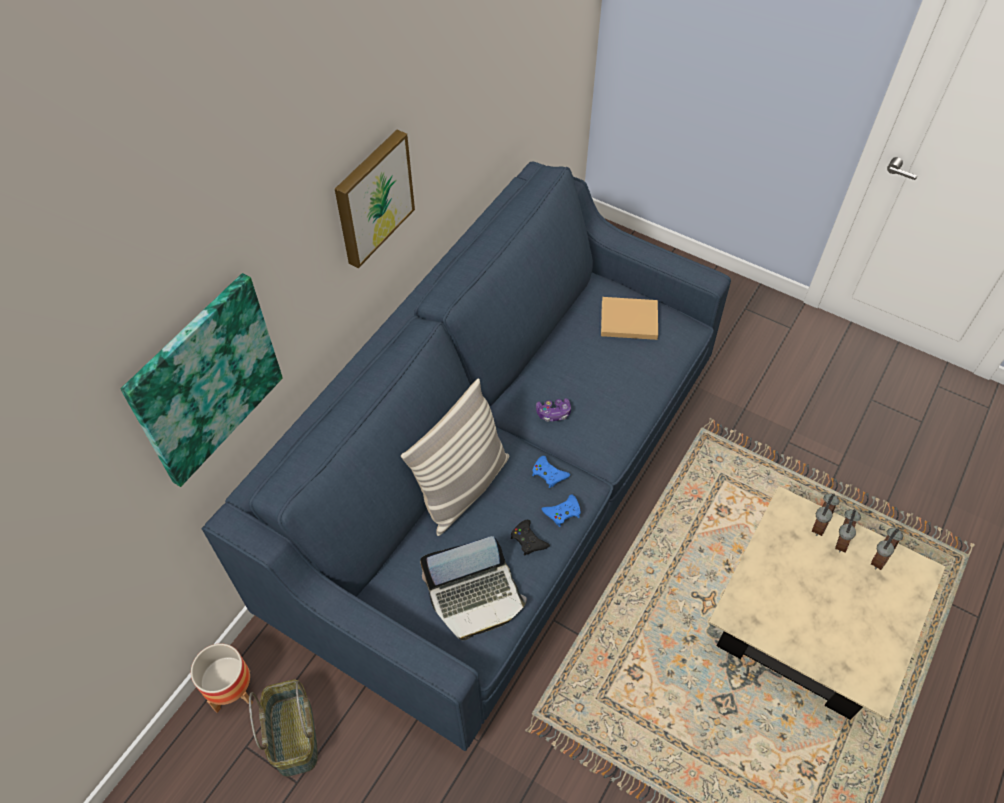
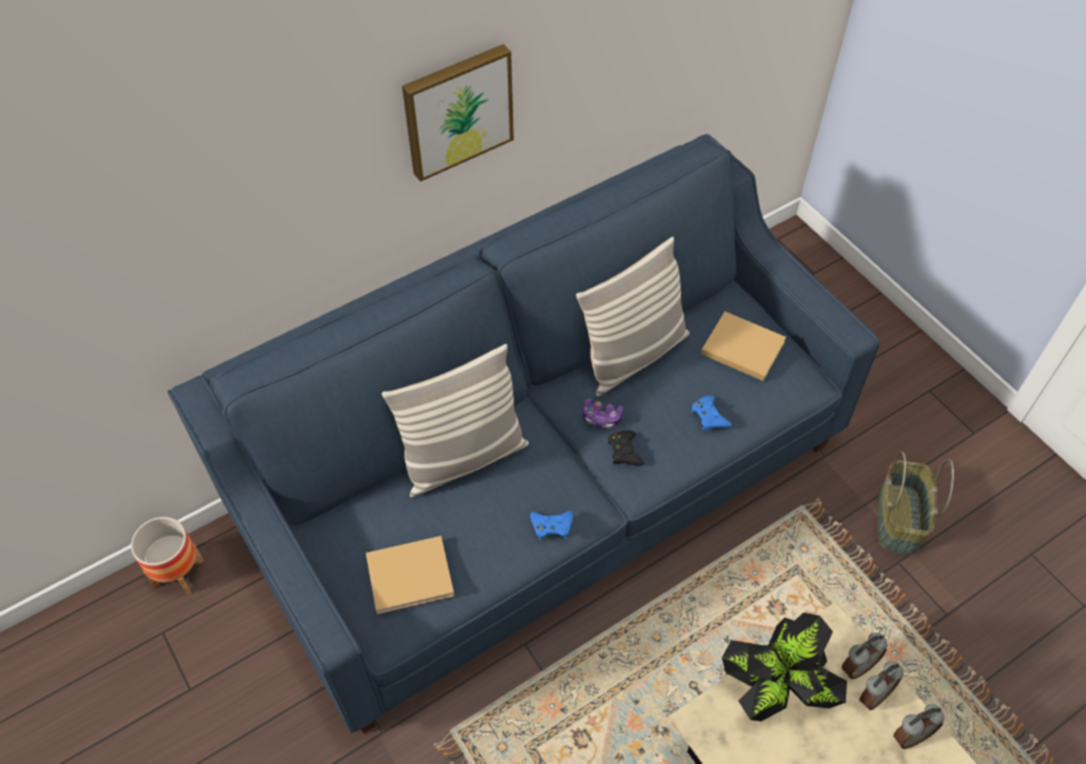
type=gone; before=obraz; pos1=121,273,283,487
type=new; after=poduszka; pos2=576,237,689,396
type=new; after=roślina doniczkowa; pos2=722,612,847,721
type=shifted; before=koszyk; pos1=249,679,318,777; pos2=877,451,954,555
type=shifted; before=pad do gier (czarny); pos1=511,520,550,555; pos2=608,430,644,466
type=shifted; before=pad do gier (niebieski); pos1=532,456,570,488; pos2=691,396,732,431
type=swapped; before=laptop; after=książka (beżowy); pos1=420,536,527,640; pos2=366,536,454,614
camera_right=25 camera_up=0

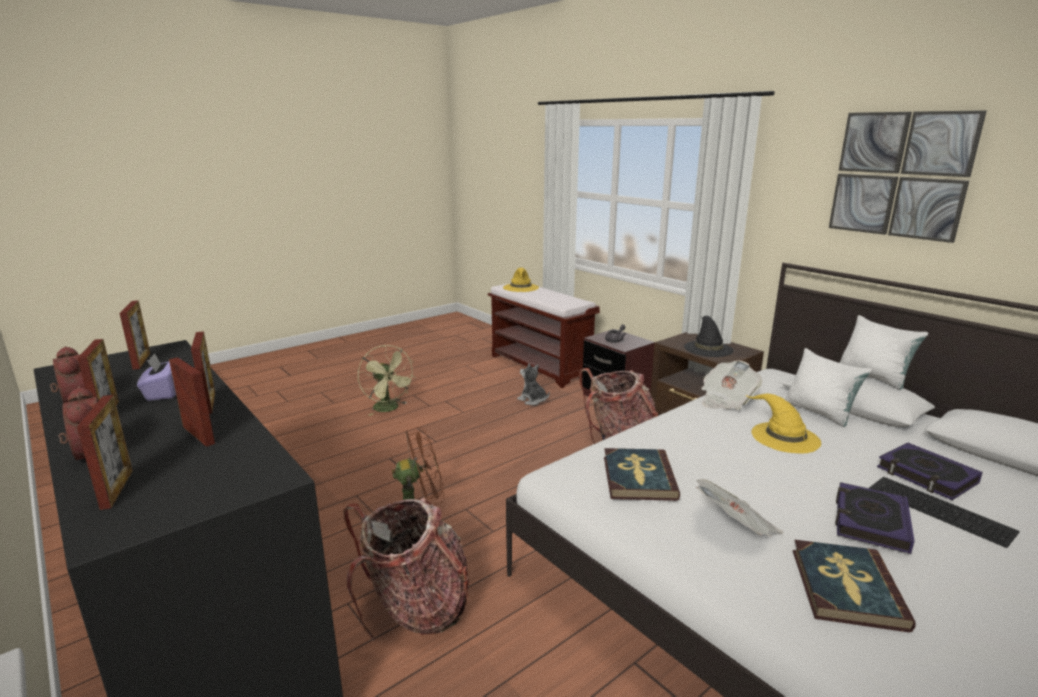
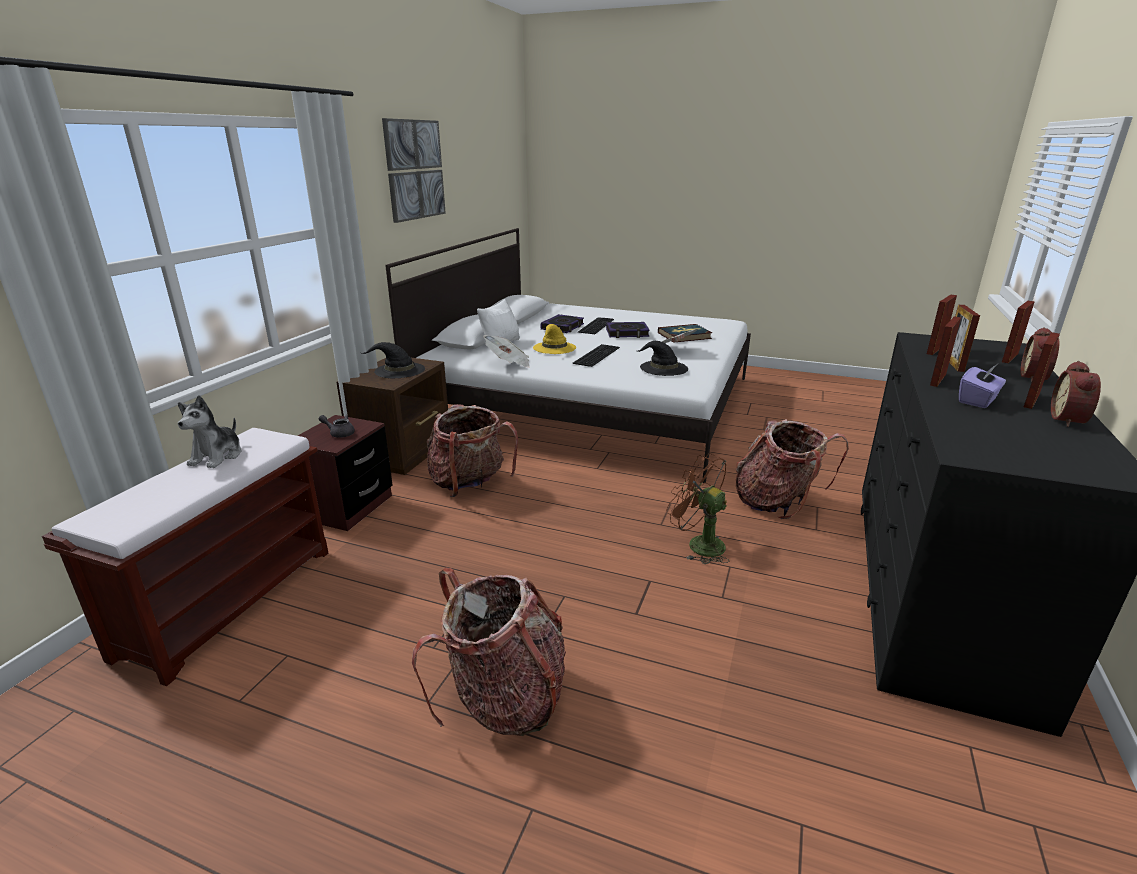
type=gone; before=kapelusz (żółty); pos1=503,267,539,292
type=gone; before=poduszka (biały); pos1=840,315,928,390
type=new; after=klawiatura; pos2=573,344,620,367
type=shifted; before=ramka na zdjęcie; pos1=119,300,151,370; pos2=927,295,957,355
type=shifted; before=pluszak; pos1=517,363,550,405; pos2=178,395,241,468
type=swapped; before=wentylator (zielony); after=plecak; pos1=358,345,416,416; pos2=412,568,566,736
type=swapped; before=książka; after=kapelusz (czarny); pos1=604,448,680,501; pos2=638,341,688,376
camera_right=-120 camera_up=5

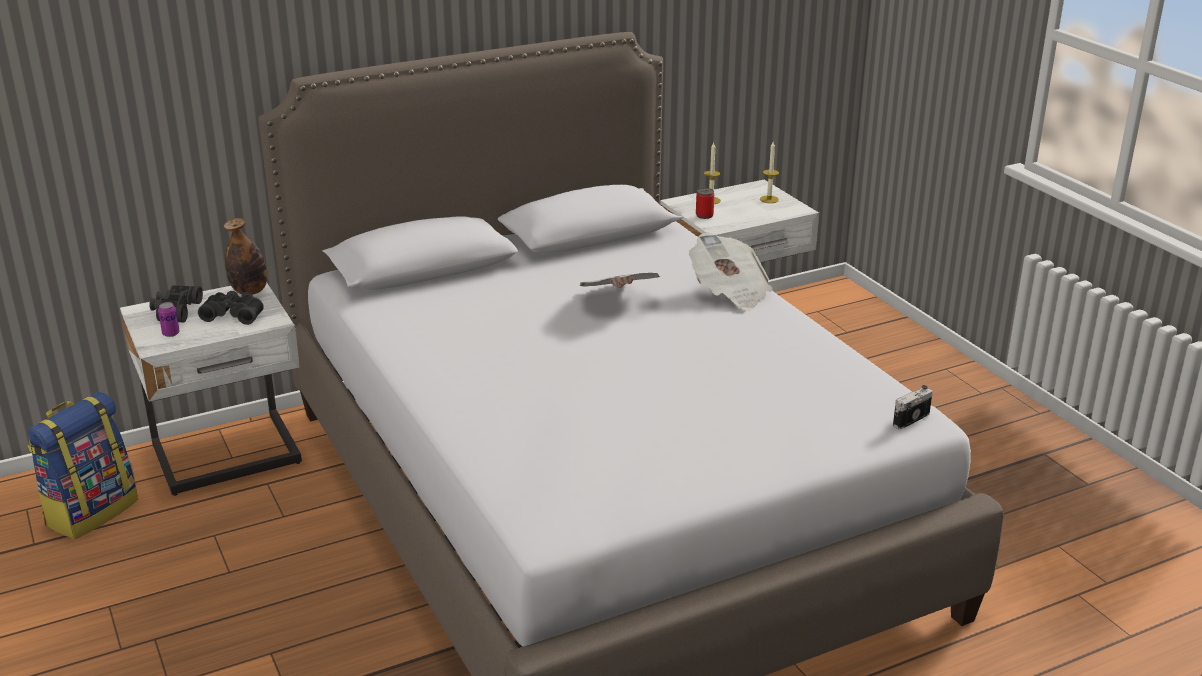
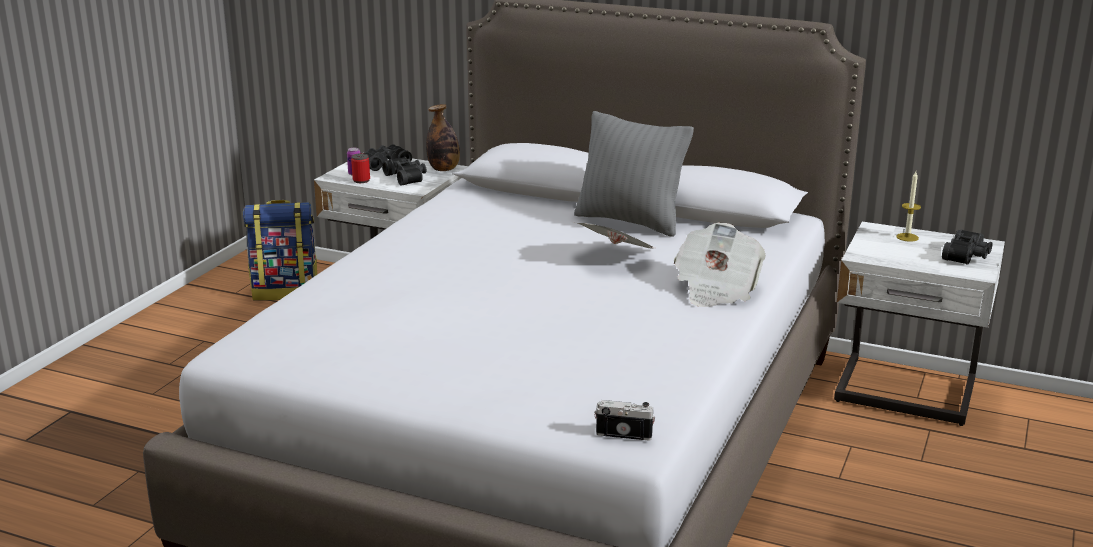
type=new; after=poduszka (szary); pos2=574,111,694,237
type=shifted; before=puszka; pos1=696,188,714,219; pos2=351,153,370,183
type=swapped; before=świeca; after=lornetka (czarny); pos1=760,142,779,203; pos2=942,229,993,265
camera_right=50 camera_up=-5

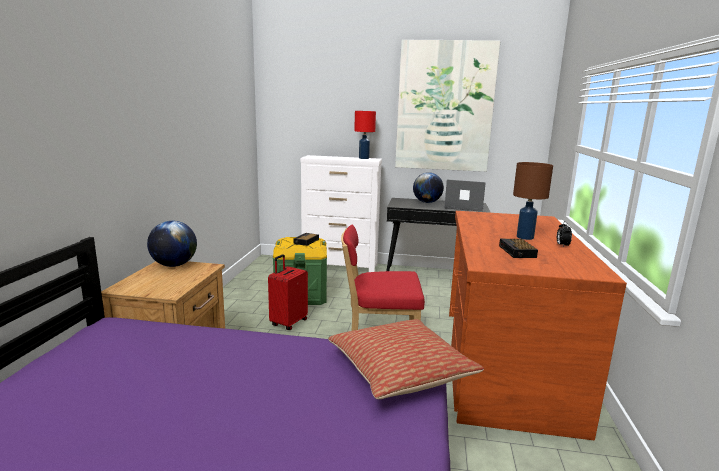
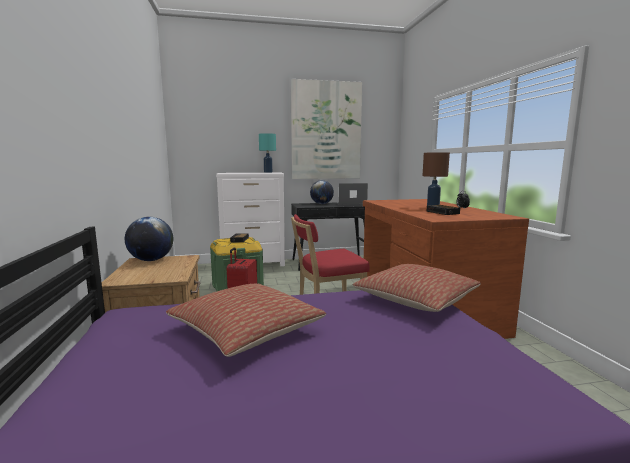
type=new; after=poduszka; pos2=166,284,326,357
type=repainted; before=lampa stołowa (czerwony); after=lampa stołowa (turkusowy); pos1=354,111,376,159; pos2=259,133,276,173
camera_right=-20 camera_up=-5

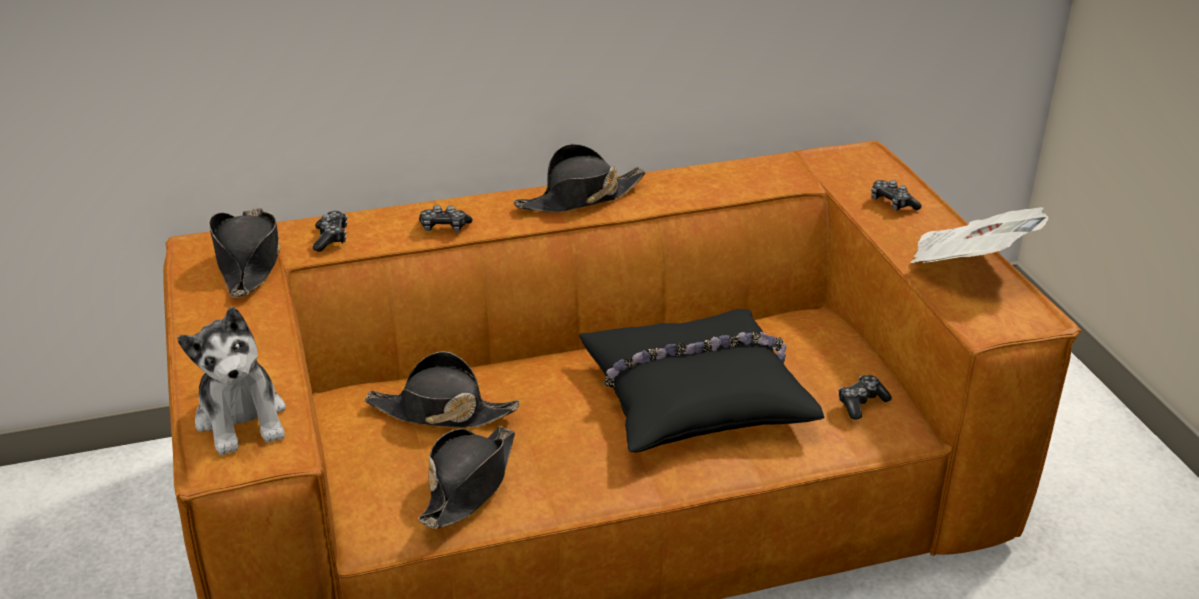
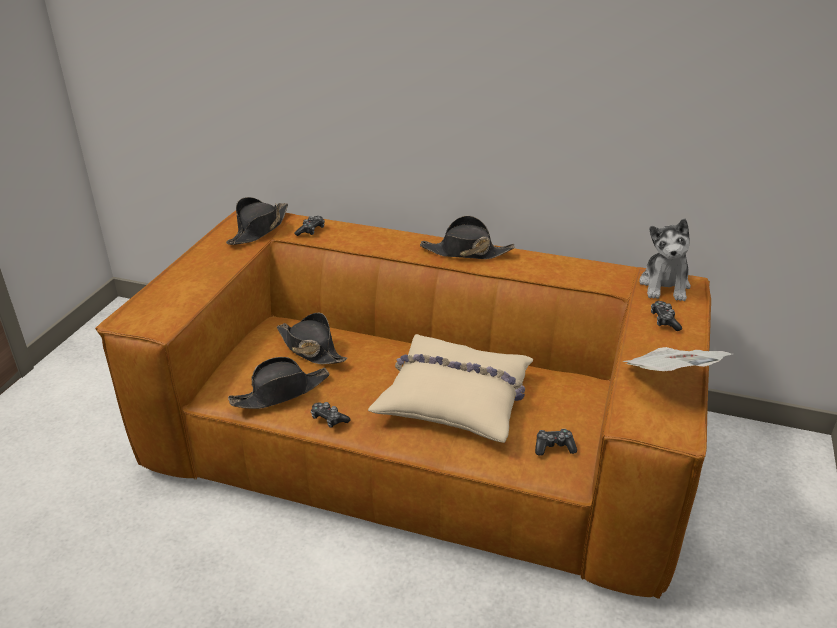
type=shifted; before=pluszak; pos1=177,306,286,455; pos2=639,218,691,301
type=shifted; before=pad do gier; pos1=419,205,472,232; pos2=311,402,350,427
type=repainted; before=poduszka (czarny); after=poduszka (beżowy); pos1=579,309,824,452; pos2=368,334,533,443
camera_right=35 camera_up=0

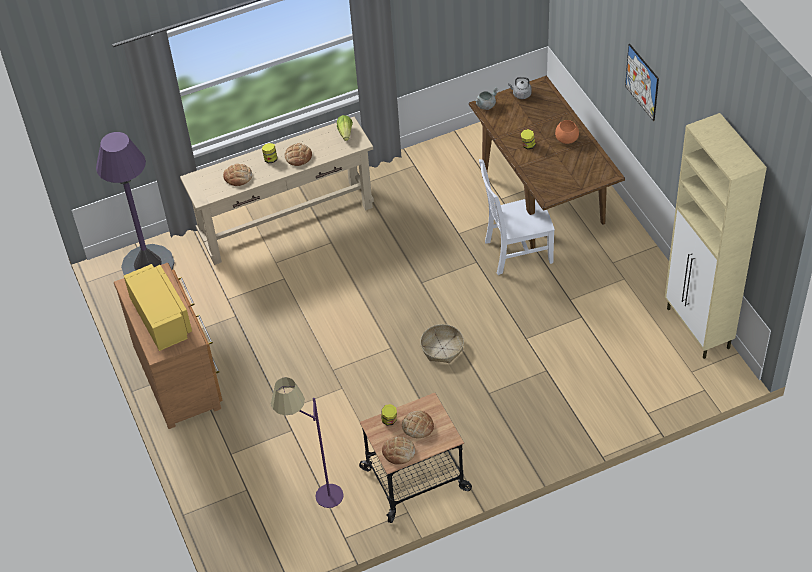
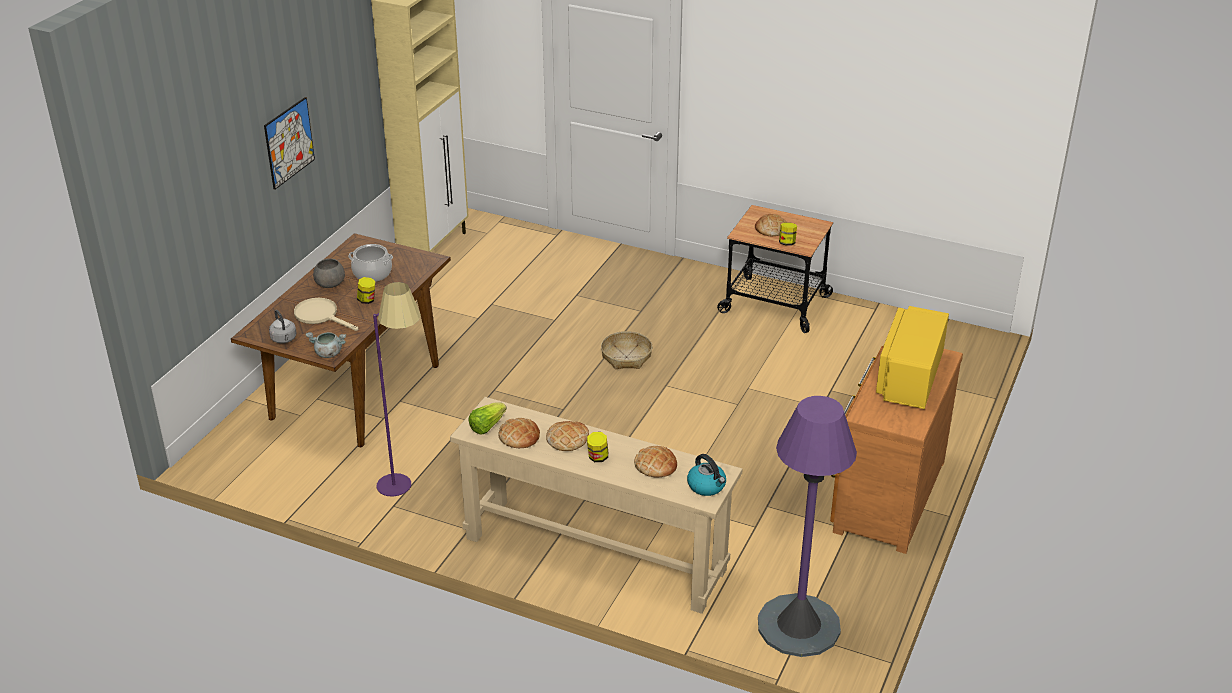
type=gone; before=krzesło (biały); pos1=479,159,555,275
type=new; after=patelnia (beżowy); pos2=294,298,358,331
type=new; after=garnek; pos2=348,244,393,282
type=new; after=czajnik; pos2=687,454,726,496
type=shifted; before=lampa stojąca (fioletowy); pos1=271,377,344,508; pos2=373,282,421,497
type=shifted; before=chleb; pos1=382,436,415,465; pos2=498,418,540,448
type=repainted; before=miska (pomarańczowy); after=miska (szary); pos1=555,120,579,144; pos2=313,258,345,288
camera_right=-135 camera_up=-15

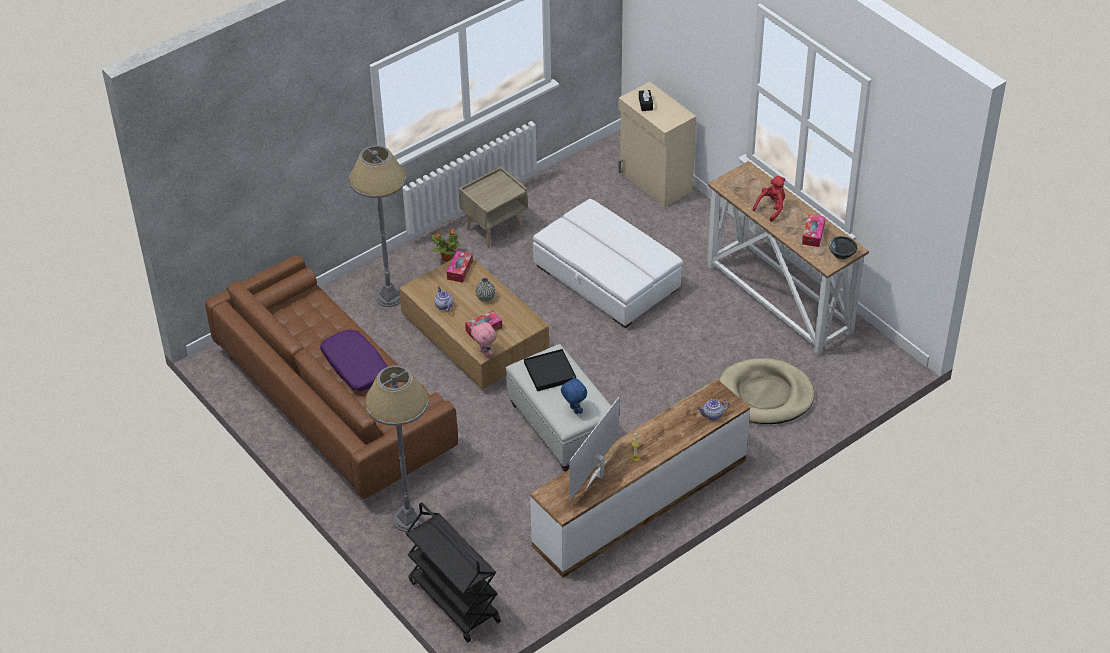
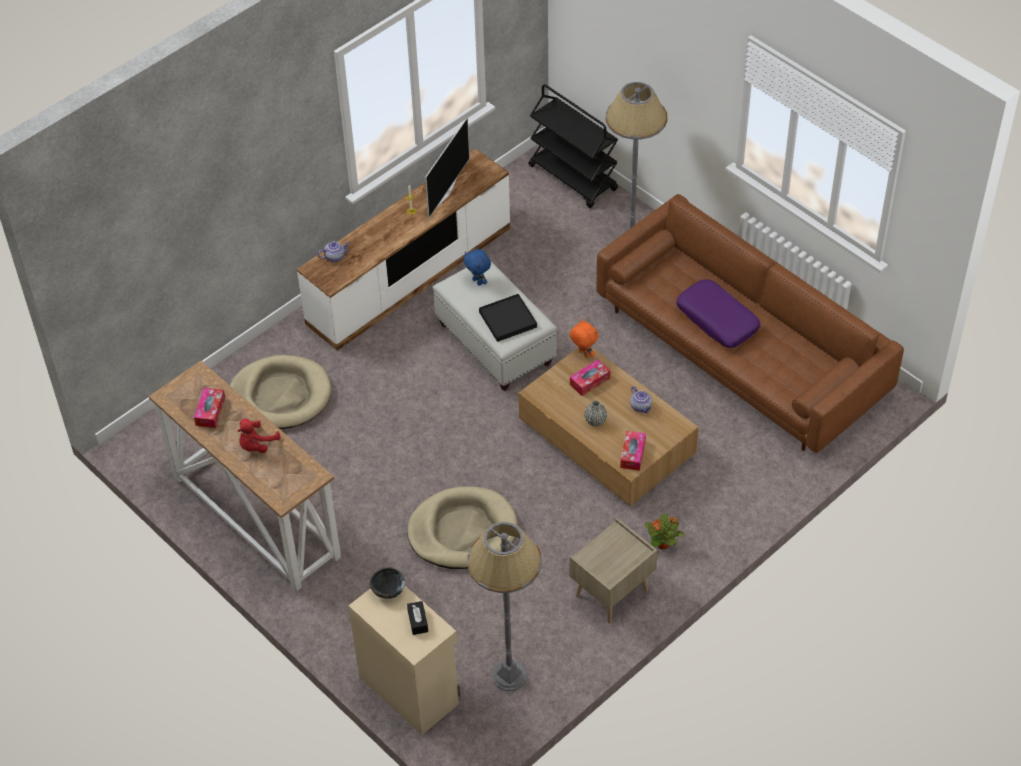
type=shifted; before=lampa stojąca (szary); pos1=349,146,407,307; pos2=467,522,542,691
type=shifted; before=miska (czarny); pos1=829,236,857,260; pos2=370,567,405,599
type=swapped; before=pufa (biały); after=legowisko (beżowy); pos1=533,199,683,328; pos2=407,486,517,569
type=repainted; before=pluszak (różowy); after=pluszak (pomarańczowy); pos1=471,322,497,357; pos2=570,319,598,358
camera_right=175 camera_up=5

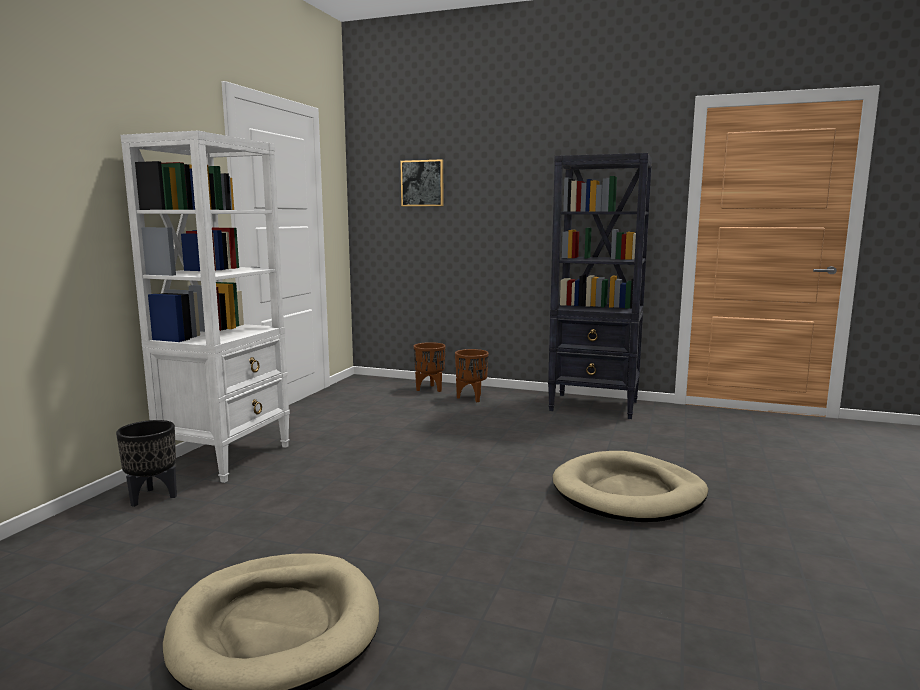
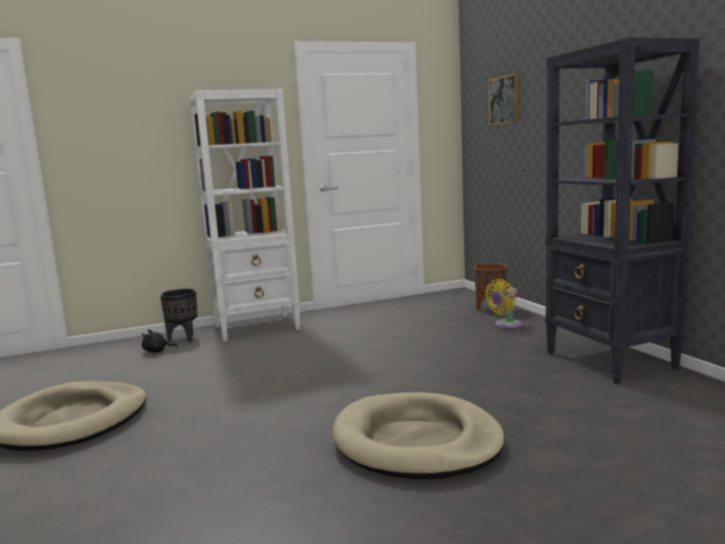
type=new; after=pluszak (czarny); pos2=142,329,178,353
type=swapped; before=donica (brązowy); after=wentylator (żółty); pos1=455,349,489,402; pos2=485,279,522,329
camera_right=50 camera_up=0

